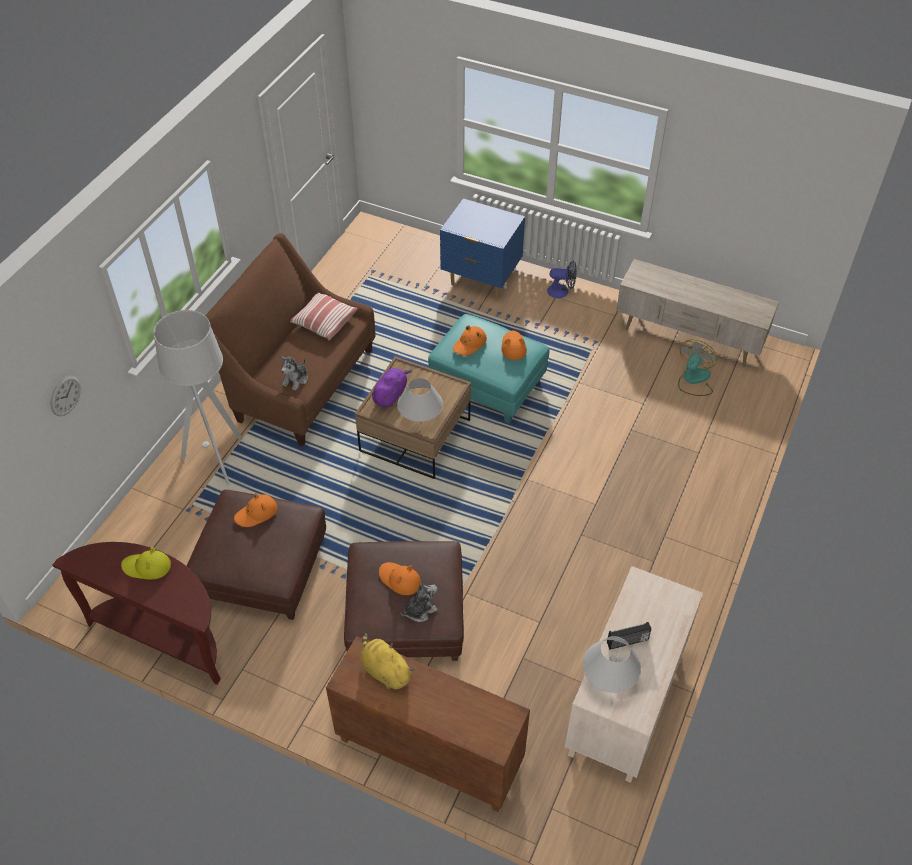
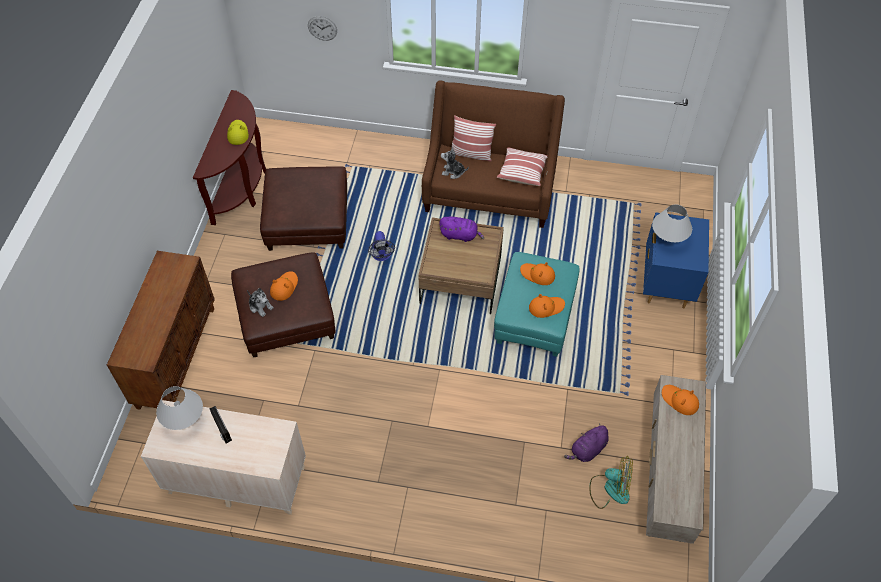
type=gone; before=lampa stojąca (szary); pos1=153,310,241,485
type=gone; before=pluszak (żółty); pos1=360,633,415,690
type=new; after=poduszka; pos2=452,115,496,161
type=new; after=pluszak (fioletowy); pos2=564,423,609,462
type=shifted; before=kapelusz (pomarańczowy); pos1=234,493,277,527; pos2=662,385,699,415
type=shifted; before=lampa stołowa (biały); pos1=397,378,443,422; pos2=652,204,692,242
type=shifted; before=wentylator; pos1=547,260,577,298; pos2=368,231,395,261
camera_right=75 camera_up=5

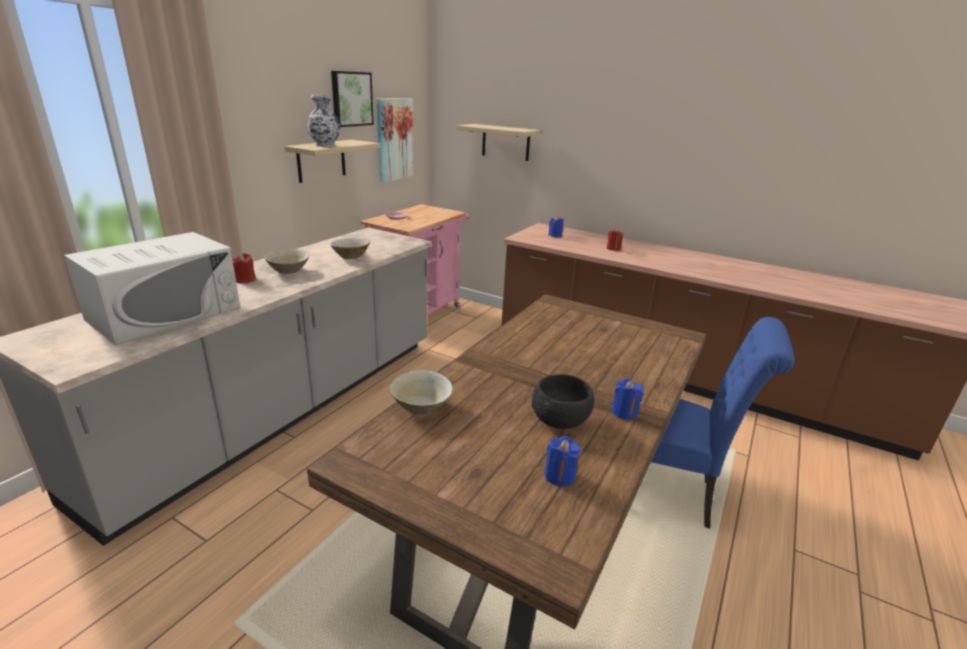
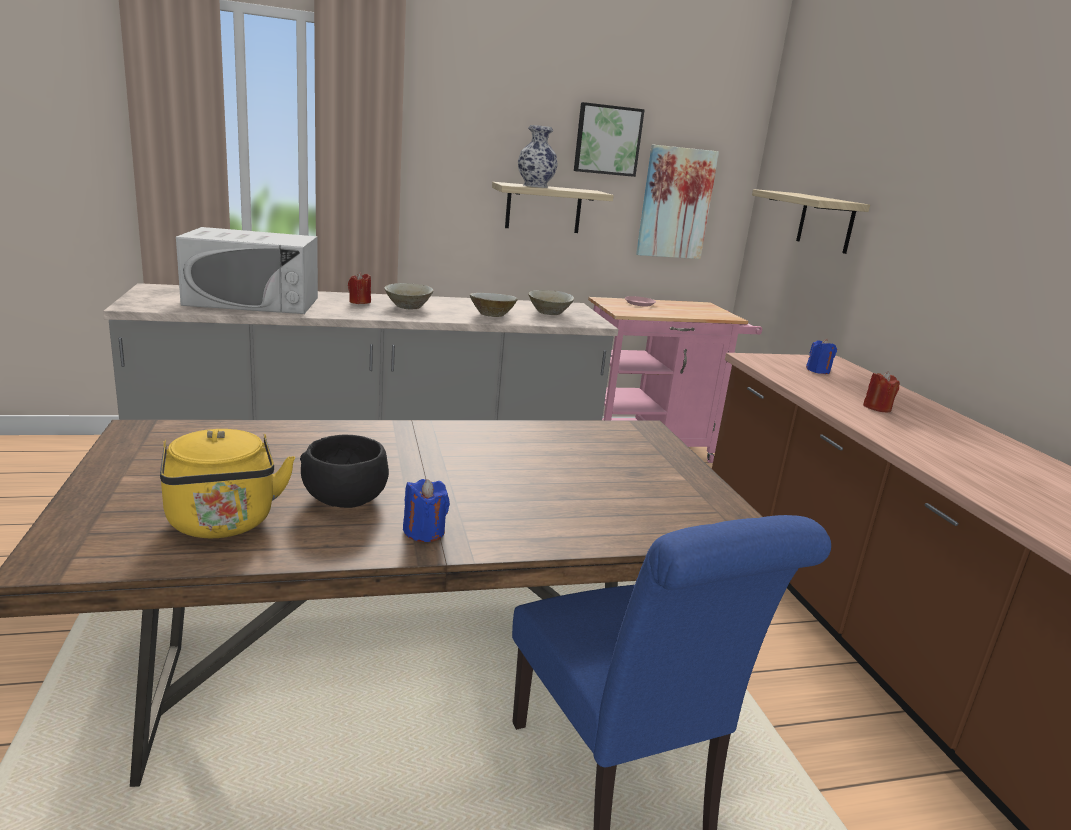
type=shifted; before=miska (beżowy); pos1=390,370,453,415; pos2=528,290,574,315
type=swapped; before=świeca (niebieski); after=czajnik (żółty); pos1=545,436,581,487; pos2=160,429,295,538
camera_right=45 camera_up=-5

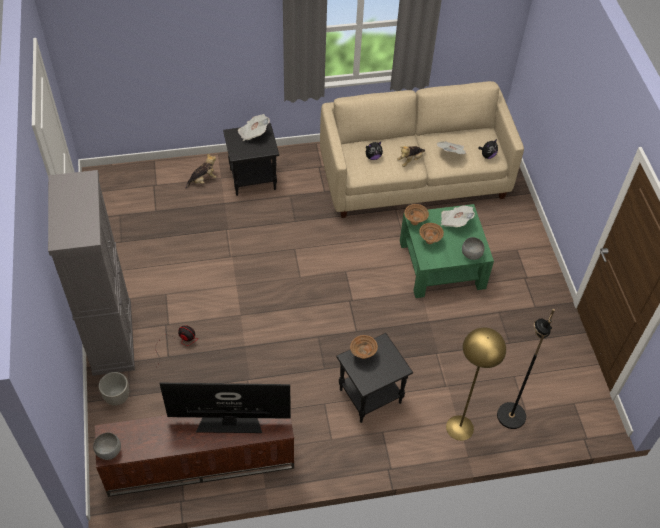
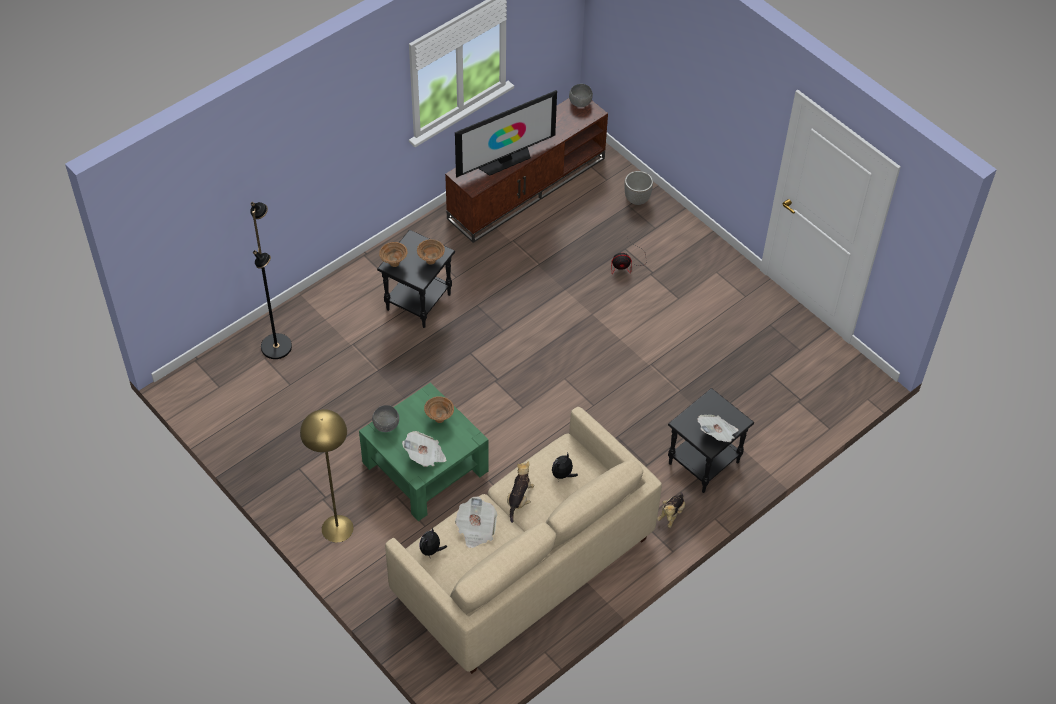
type=gone; before=szafka (szary); pos1=48,170,135,376
type=shifted; before=pluszak; pos1=186,153,217,189; pos2=657,493,685,528
type=shifted; before=miska (brązowy); pos1=404,204,429,225; pos2=379,242,408,267
type=shifted; before=lampa stojąca (żółty); pos1=446,327,506,441; pos2=300,409,353,543
camera_right=150 camera_up=0

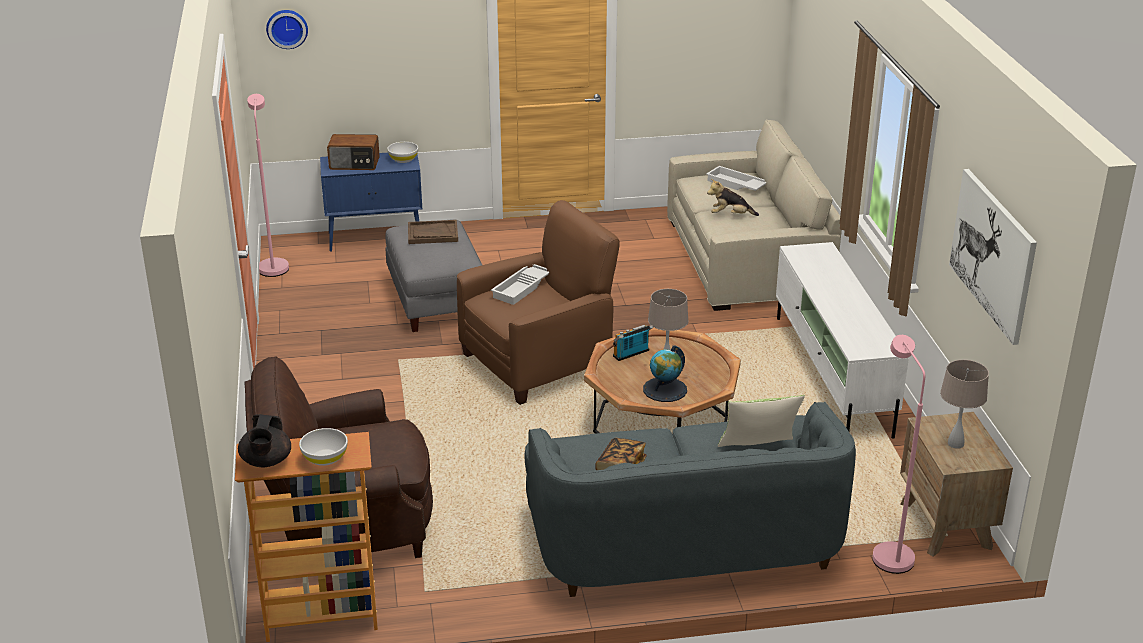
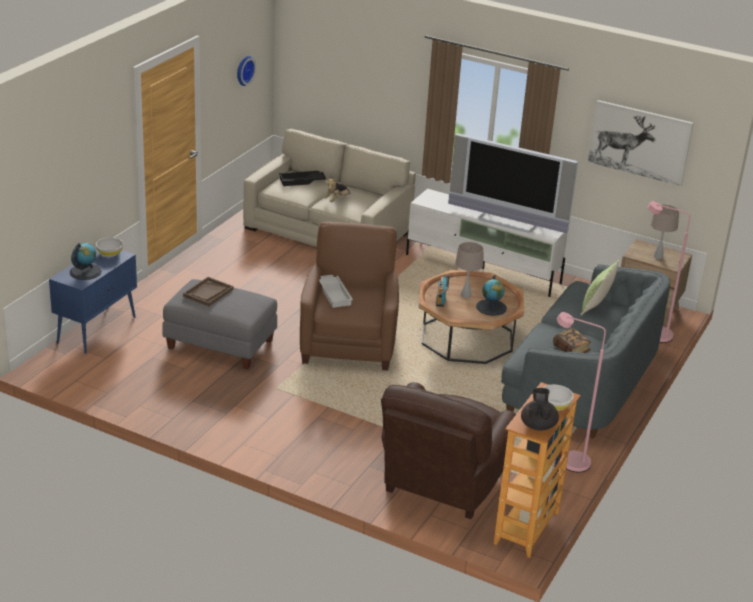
type=new; after=telewizor; pos2=448,133,578,233
type=shifted; before=lampa stojąca (różowy); pos1=247,94,289,277; pos2=557,312,606,473
type=shifted; before=zegar ścienny; pos1=266,10,308,49; pos2=237,56,256,86
type=swapped; before=radio; after=globus; pos1=327,134,380,170; pos2=70,243,102,280
type=repainted; before=taca (biały); after=taca (czarny); pos1=706,166,766,191; pos2=279,171,326,186
type=rotated; before=imbryk (czarny); pos1=238,414,291,468; pos2=521,388,559,431; turn=-120
camera_right=-55 camera_up=0

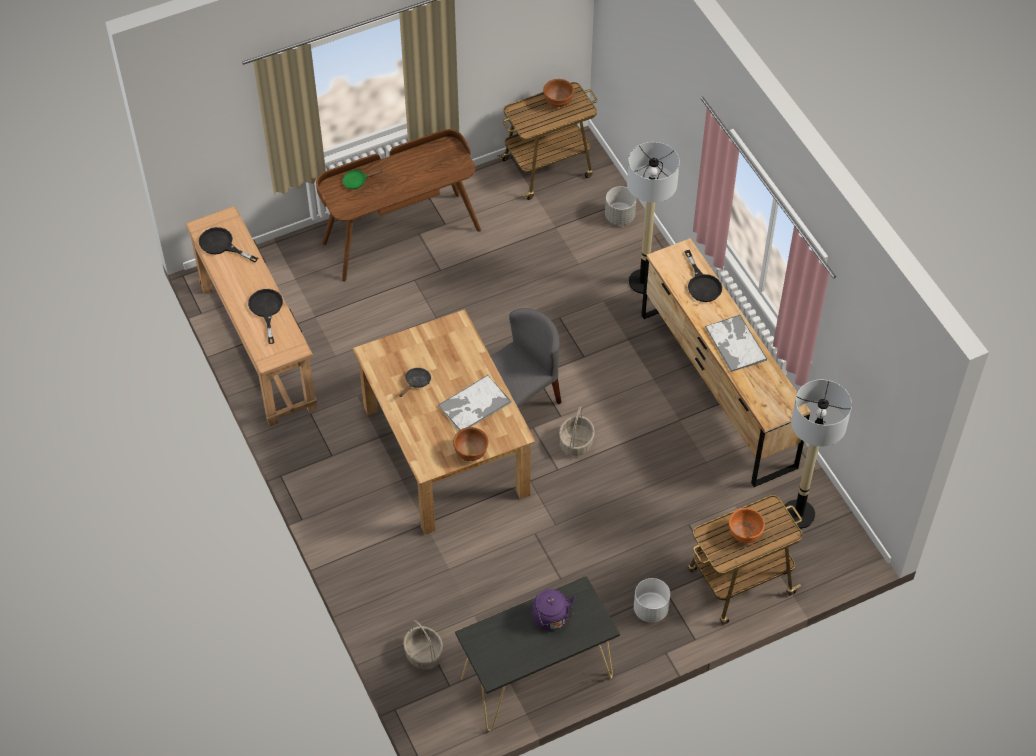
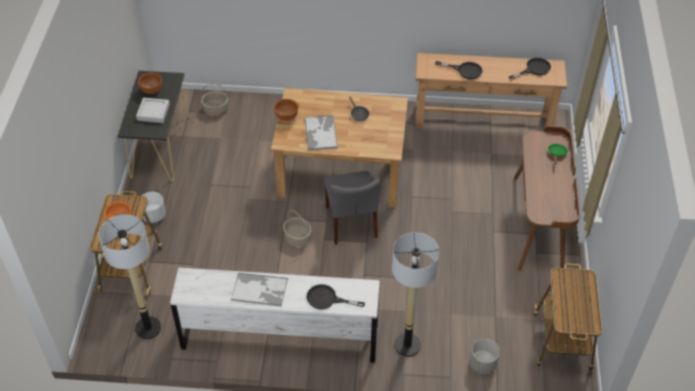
type=shifted; before=miska (brązowy); pos1=543,79,574,107; pos2=138,73,162,94
type=swapped; before=czajnik (fioletowy); after=taca (szary); pos1=532,589,575,630; pos2=136,98,170,123
type=repainted; before=komoda (brązowy); after=komoda (biały); pos1=641,238,811,487; pos2=170,267,380,363
camera_right=120 camera_up=-5

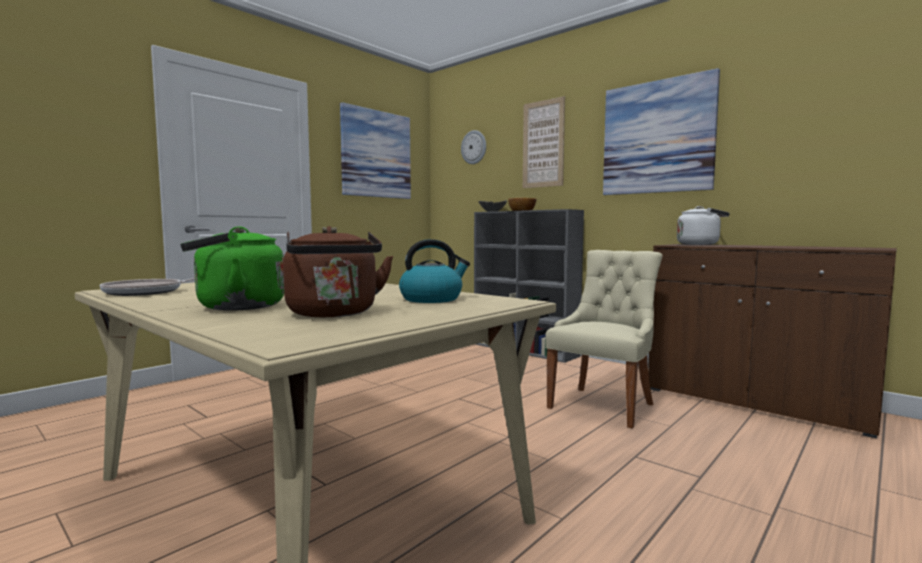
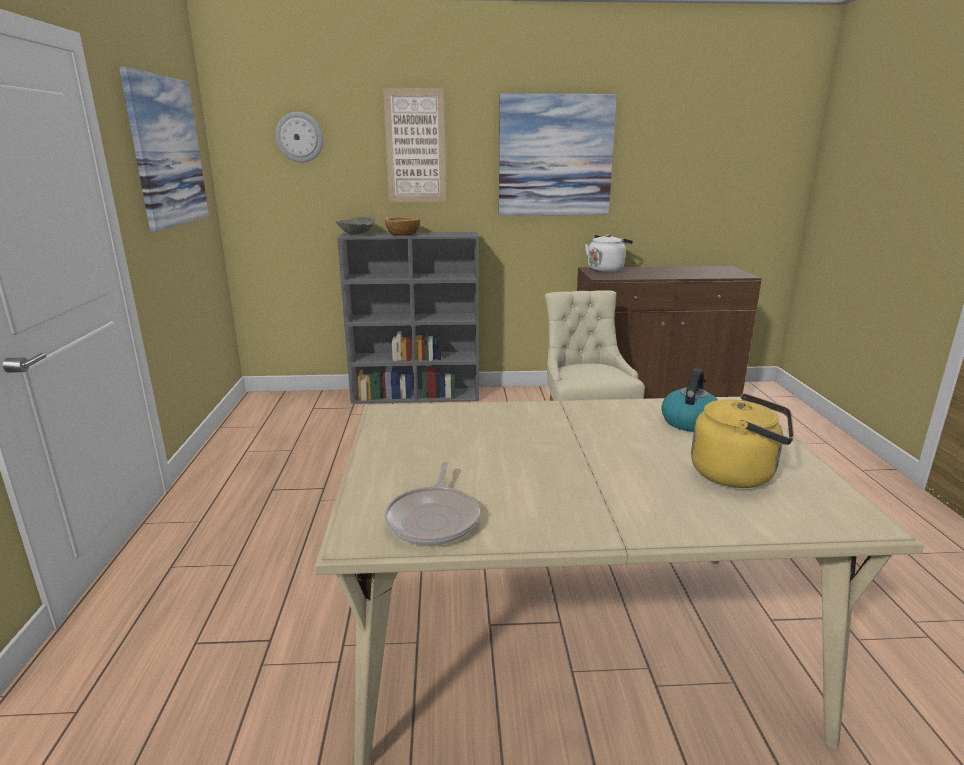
type=gone; before=czajnik (zielony); pos1=180,226,284,311
type=repainted; before=czajnik (brązowy); after=czajnik (żółty); pos1=283,226,393,317; pos2=691,393,794,488
camera_right=-45 camera_up=15

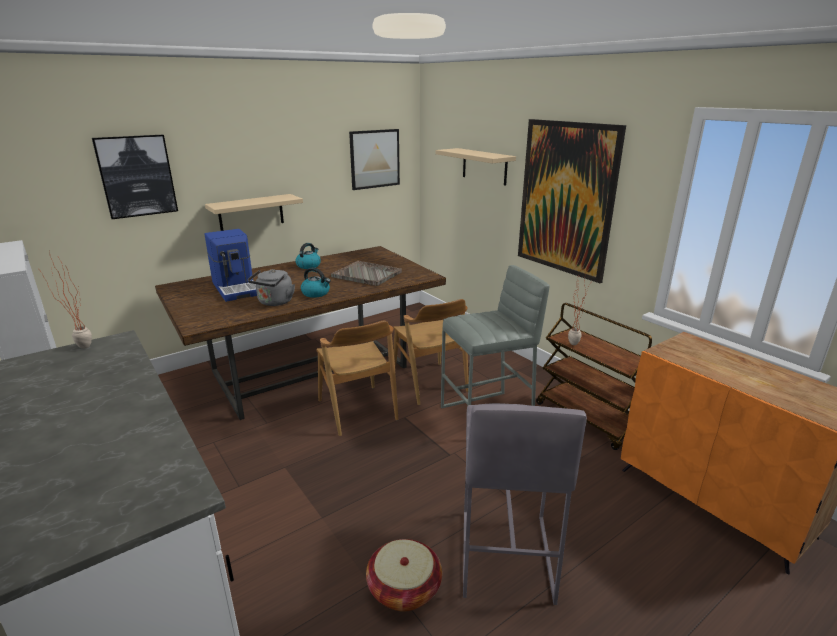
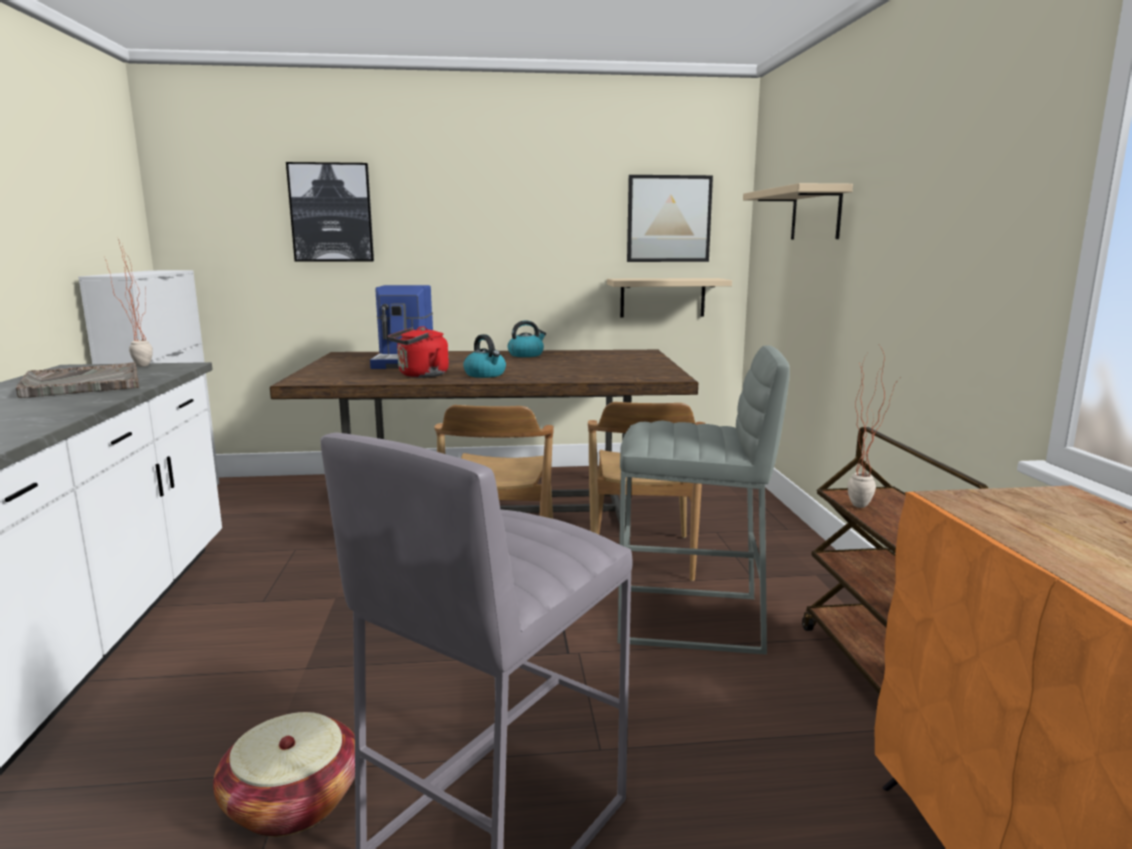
type=gone; before=obraz; pos1=518,119,626,283
type=shifted; before=półka (beżowy); pos1=205,194,303,231; pos2=607,278,732,317
type=shifted; before=taca (szary); pos1=331,261,402,286; pos2=16,362,139,398
type=repainted; before=czajnik (szary); after=czajnik (czerwony); pos1=248,269,295,306; pos2=388,326,449,378
camera_right=30 camera_up=-10

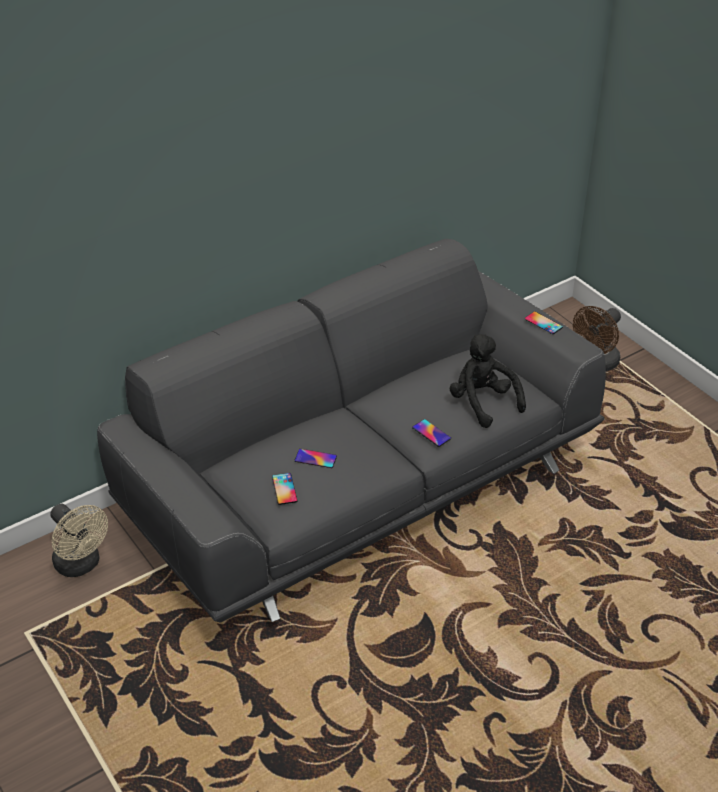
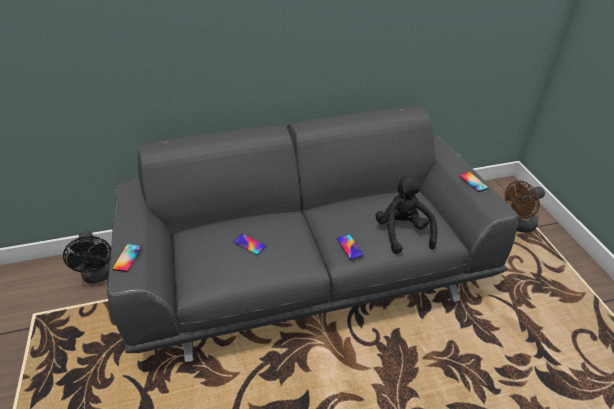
type=shifted; before=telefon; pos1=272,473,297,505; pos2=112,244,142,272
type=repainted; before=wentylator (beżowy); after=wentylator (czarny); pos1=50,504,108,577; pos2=63,231,111,284
camera_right=20 camera_up=0

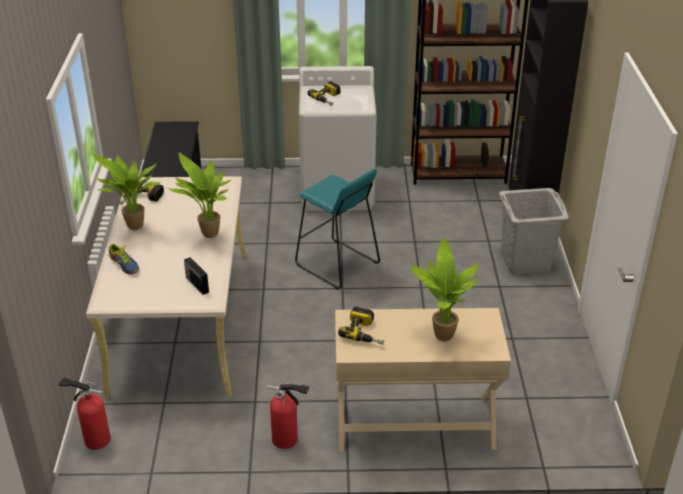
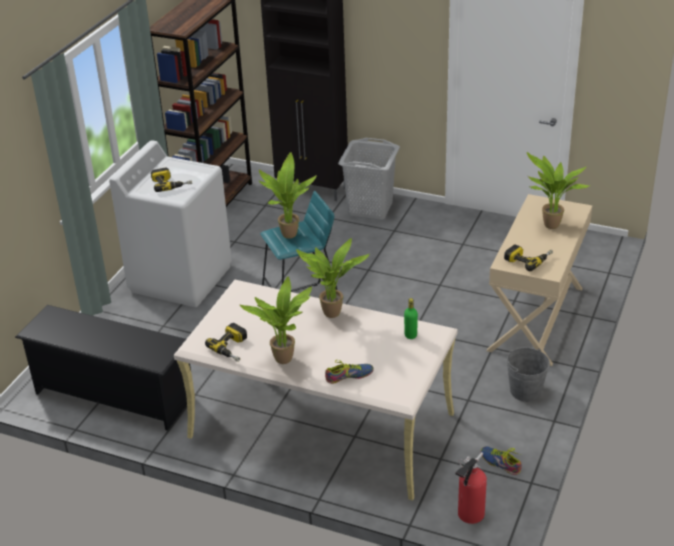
type=new; after=roślina doniczkowa; pos2=259,152,317,239
type=new; after=but; pos2=481,446,522,475
type=swapped; before=radio; after=butelka (zielony); pos1=184,257,209,295; pos2=404,298,418,339
type=swapped; before=gaśnica; after=wiadro (szary); pos1=266,382,309,449; pos2=507,347,550,402
camera_right=-65 camera_up=0

